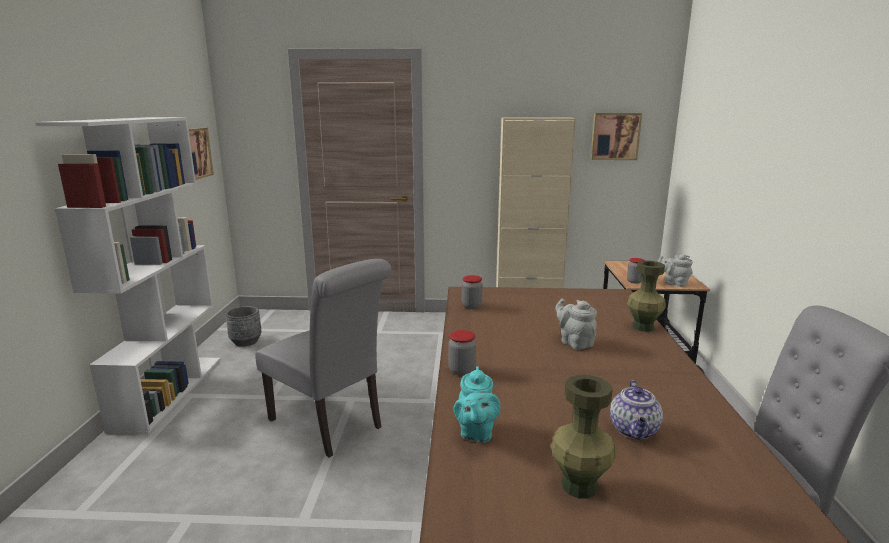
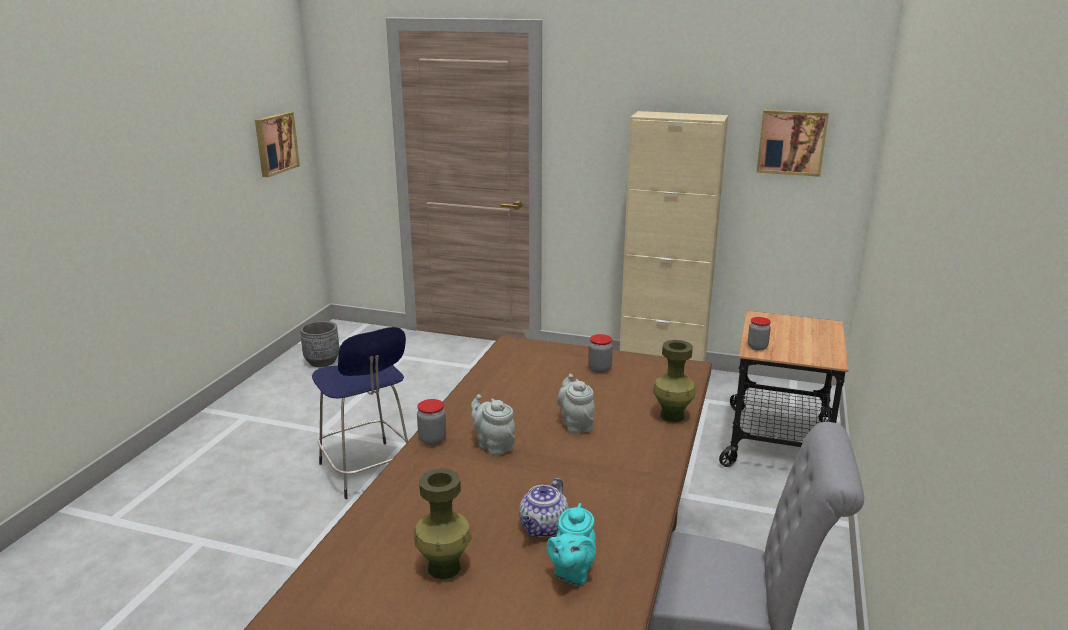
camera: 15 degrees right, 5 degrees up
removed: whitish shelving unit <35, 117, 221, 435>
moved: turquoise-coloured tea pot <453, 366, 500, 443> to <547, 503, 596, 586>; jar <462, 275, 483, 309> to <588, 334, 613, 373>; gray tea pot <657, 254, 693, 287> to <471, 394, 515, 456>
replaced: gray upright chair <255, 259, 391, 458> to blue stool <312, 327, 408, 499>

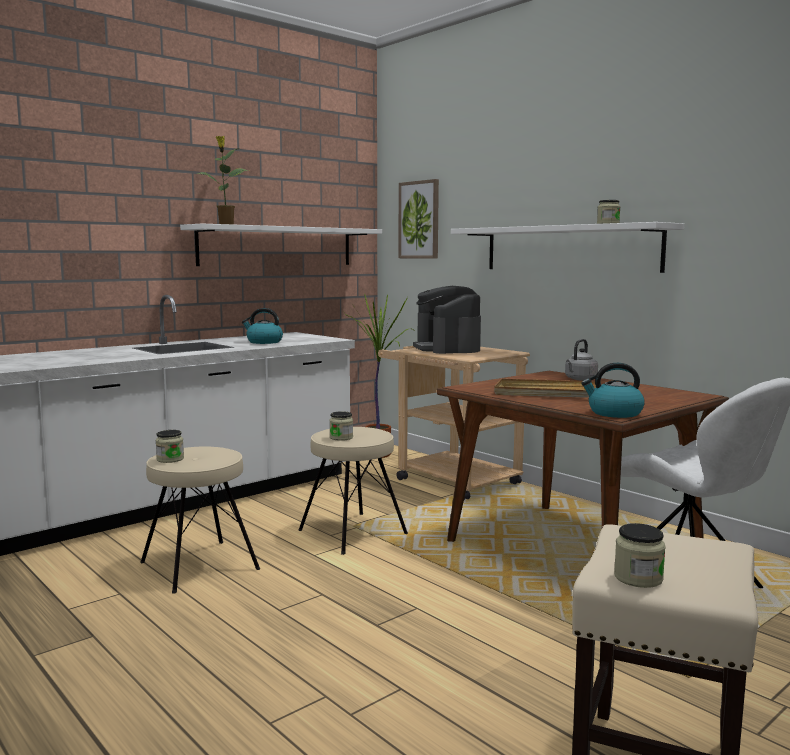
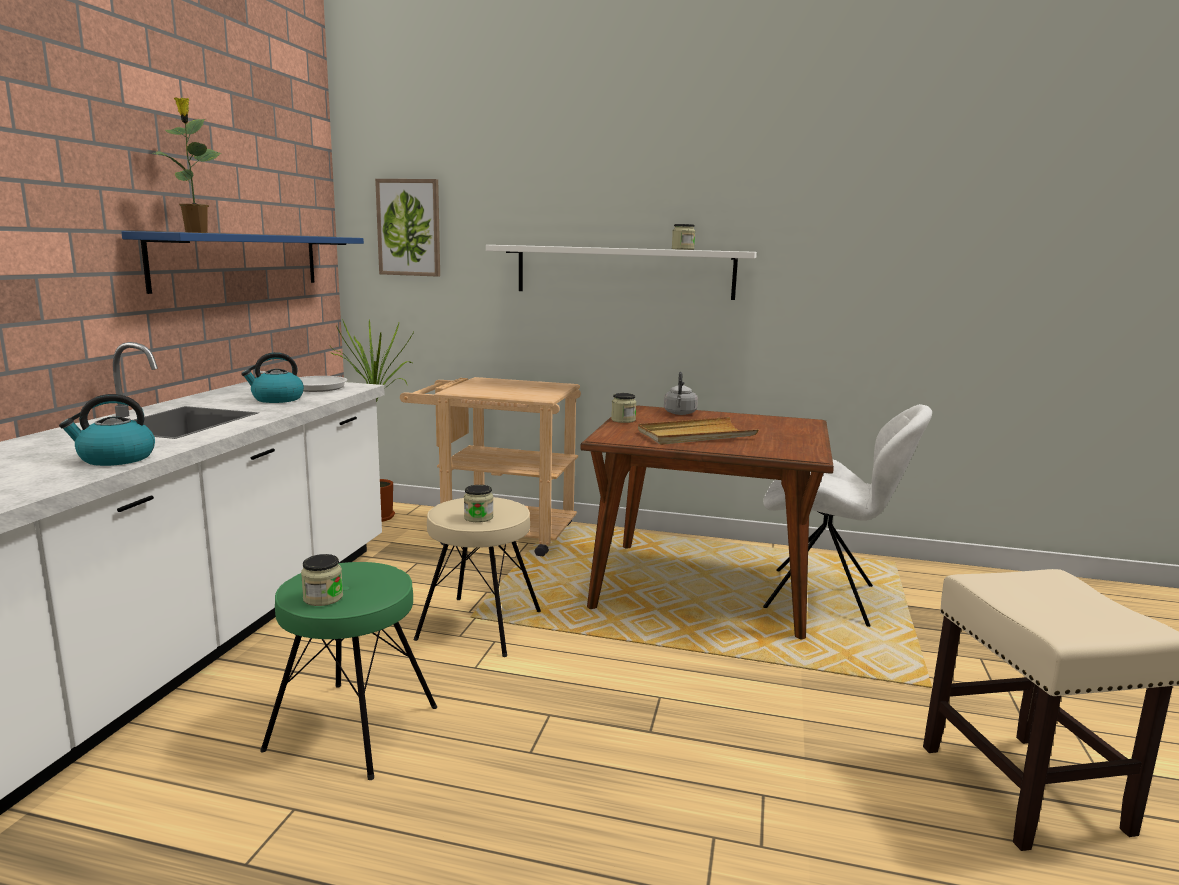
camera: 35 degrees left, 5 degrees up
removed: coffee brewer <413, 286, 481, 354>
added: frying pan <260, 371, 347, 392>
moved: water kettle <581, 363, 645, 418> to <59, 394, 155, 466>; jar <614, 523, 666, 588> to <611, 393, 636, 423>
recoloured: beige stool <140, 447, 260, 594> to green-coloured stool <260, 562, 437, 780>; whitish wall shelf <180, 223, 382, 266> to blue wall shelf <121, 231, 364, 294>

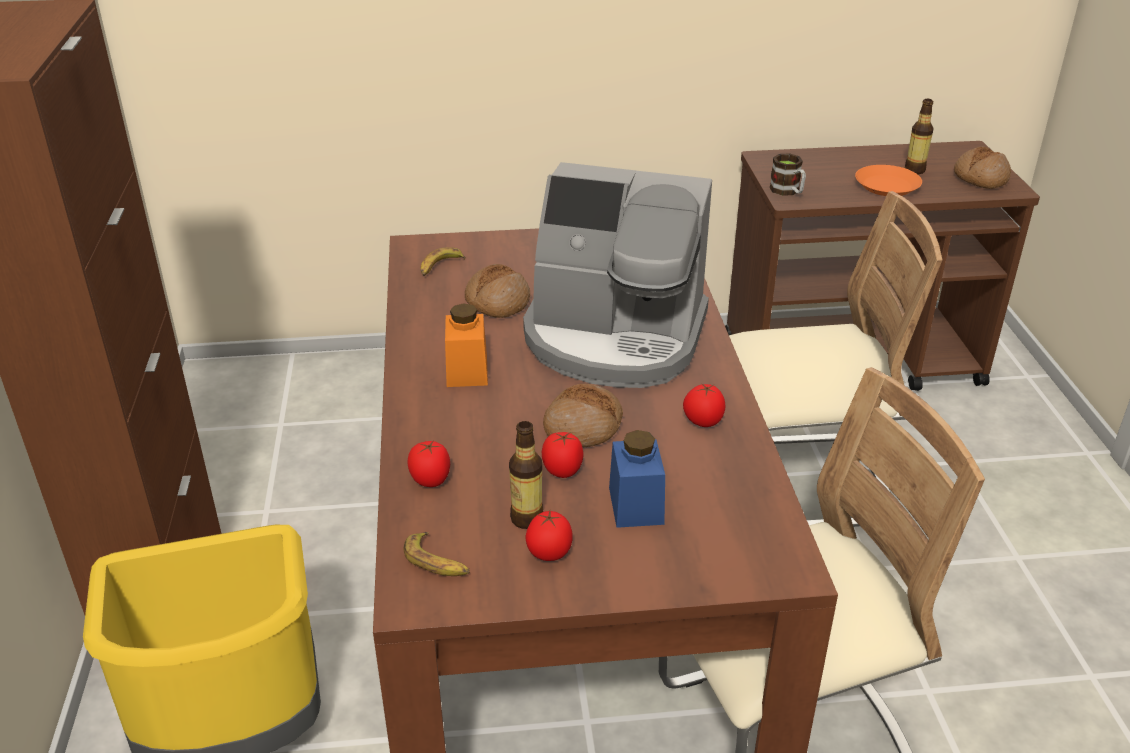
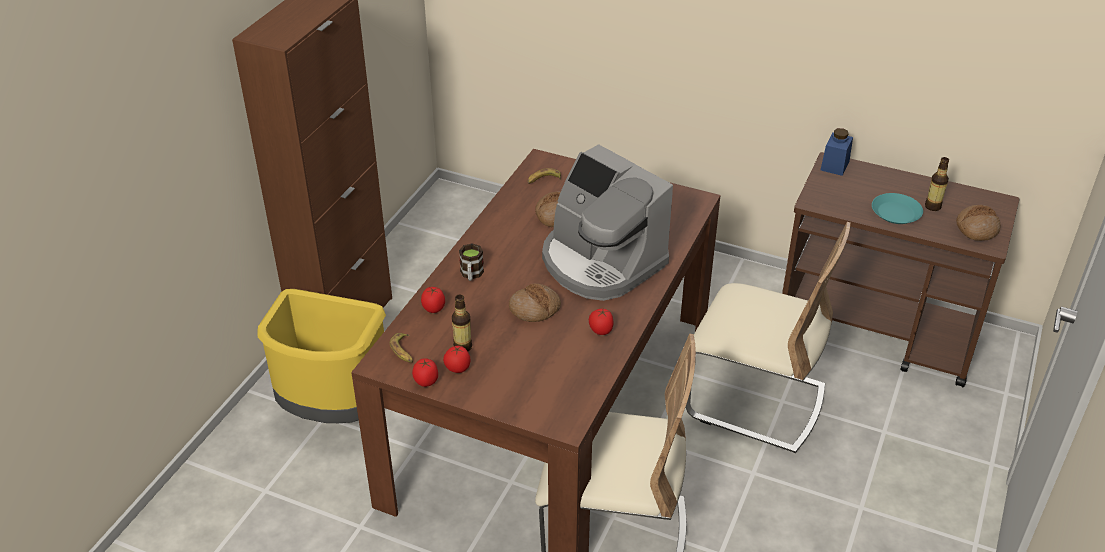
camera: 30 degrees right, 5 degrees up
removed: orange jar <445, 303, 488, 387>
moved: tomato <542, 432, 583, 478> to <412, 358, 438, 387>; blue jar <609, 430, 665, 528> to <821, 128, 853, 176>; tea mug <770, 153, 806, 196> to <459, 243, 484, 281>
recoloured: orange flat dish <855, 165, 922, 196> to turquoise-coloured flat dish <872, 193, 923, 224>

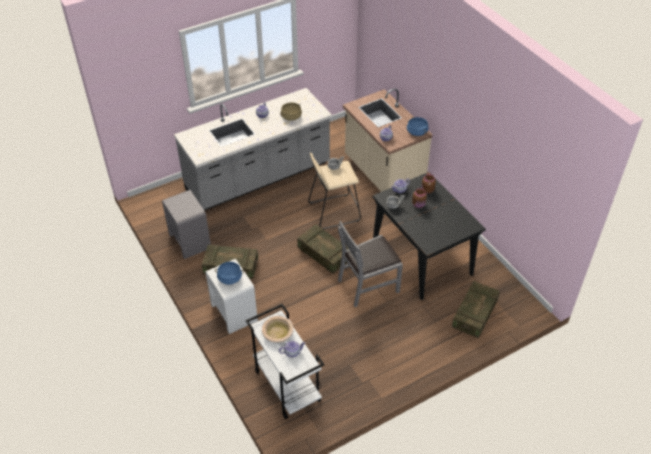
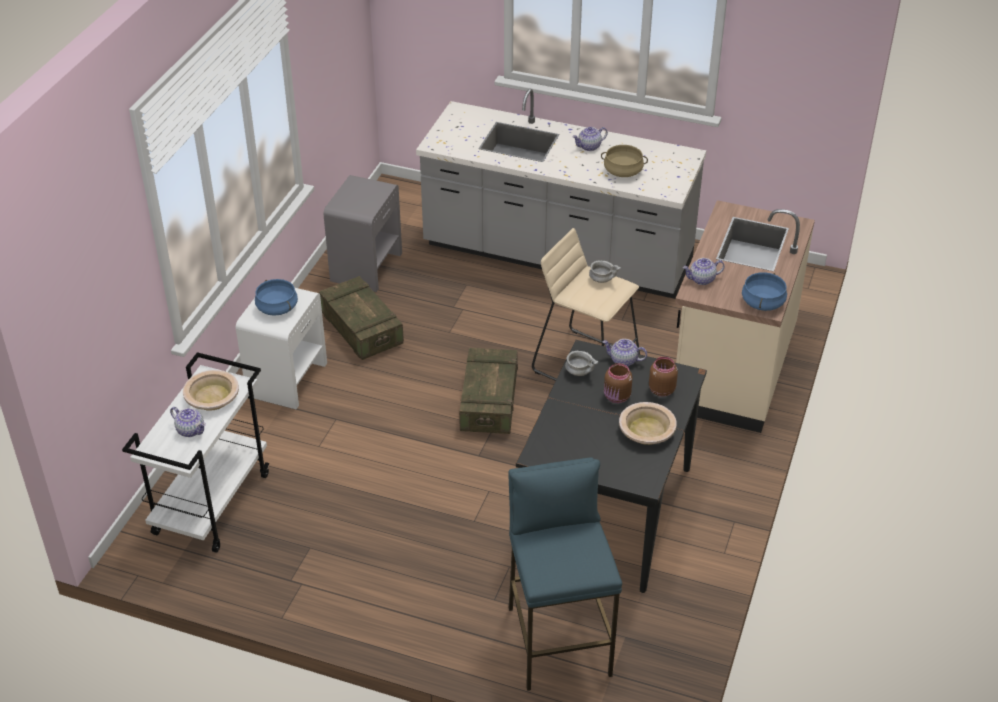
camera: 50 degrees right, 5 degrees down
removed: gray upright chair <338, 221, 403, 307>
added: beige serving bowl <619, 402, 677, 445>
replaced: shipping crate <452, 281, 500, 338> to blue stool <508, 457, 622, 691>

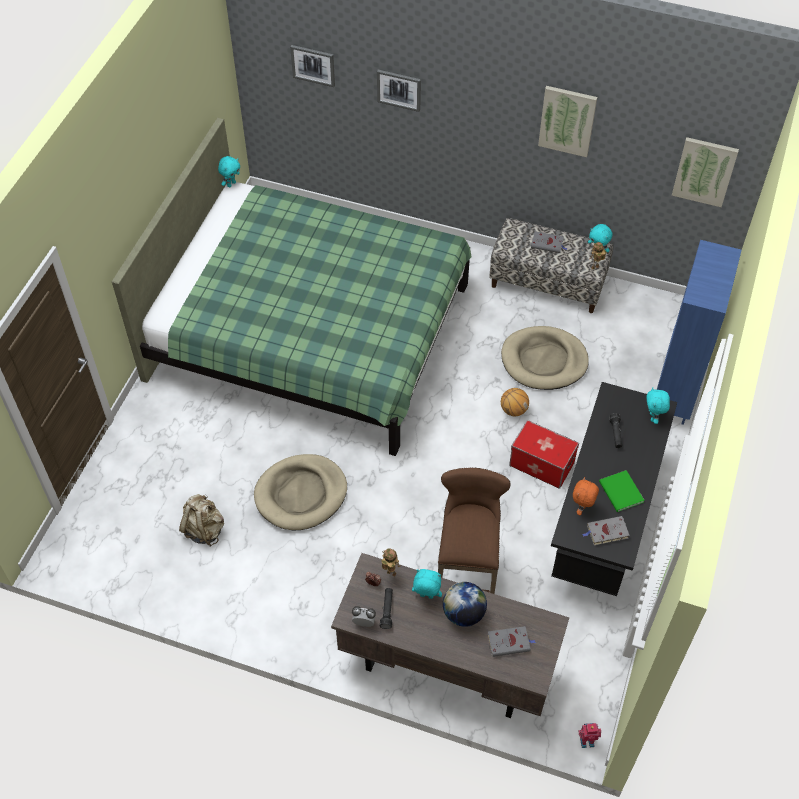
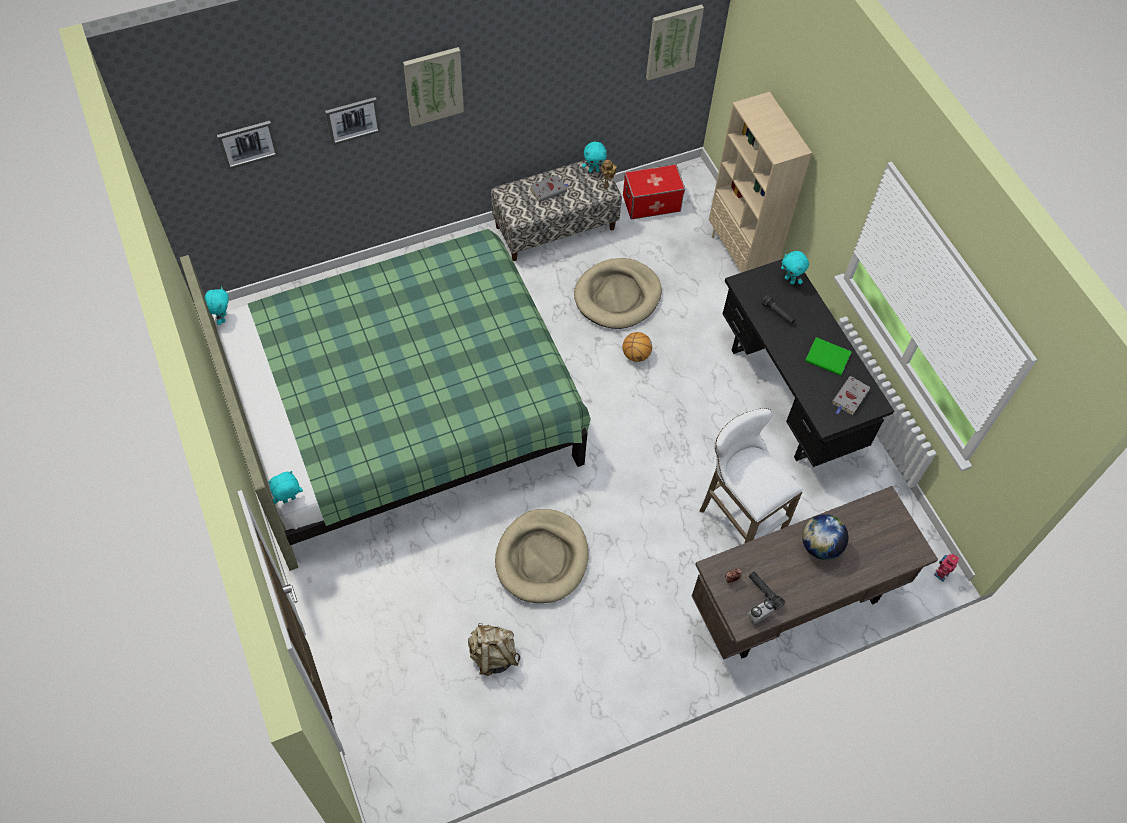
camera: 45 degrees left, 5 degrees up
removed: toy robot <382, 548, 401, 576>; gray bound book <488, 626, 536, 657>; orange cuddly toy <573, 477, 599, 515>
moved: turquoise-coloured cuddly toy <412, 569, 442, 599> to <268, 471, 303, 504>; storage box <509, 420, 579, 489> to <623, 164, 685, 219>; wall art <538, 86, 597, 157> to <403, 47, 464, 127>
recoloured: brown stool <438, 468, 510, 594> to whitish stool <700, 408, 803, 543>; blue shelving unit <657, 240, 741, 425> to beige shelving unit <709, 92, 812, 273>

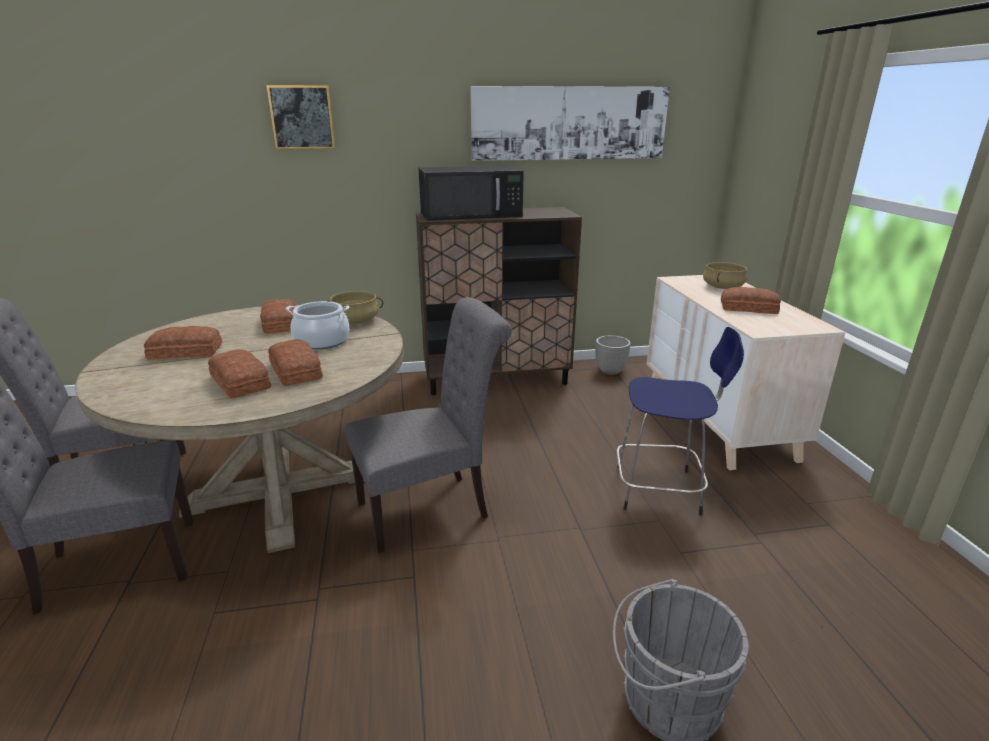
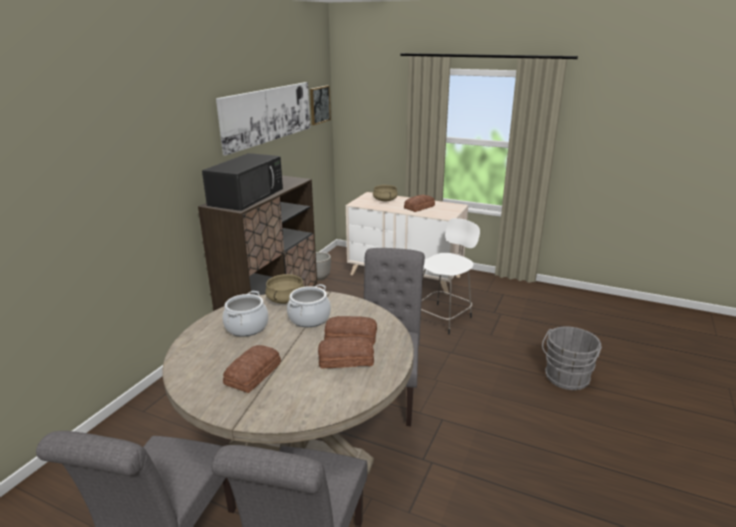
camera: 55 degrees left, 0 degrees up
moved: wall art <266, 85, 335, 149> to <310, 85, 331, 125>
replaced: bread <260, 299, 296, 334> to stockpot <222, 291, 269, 336>
recoloured: blue stool <616, 327, 744, 515> to whitish stool <421, 218, 480, 334>

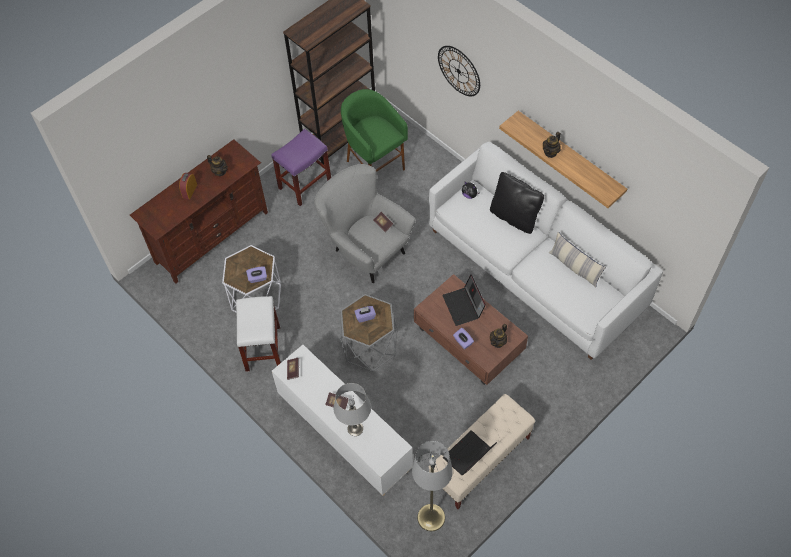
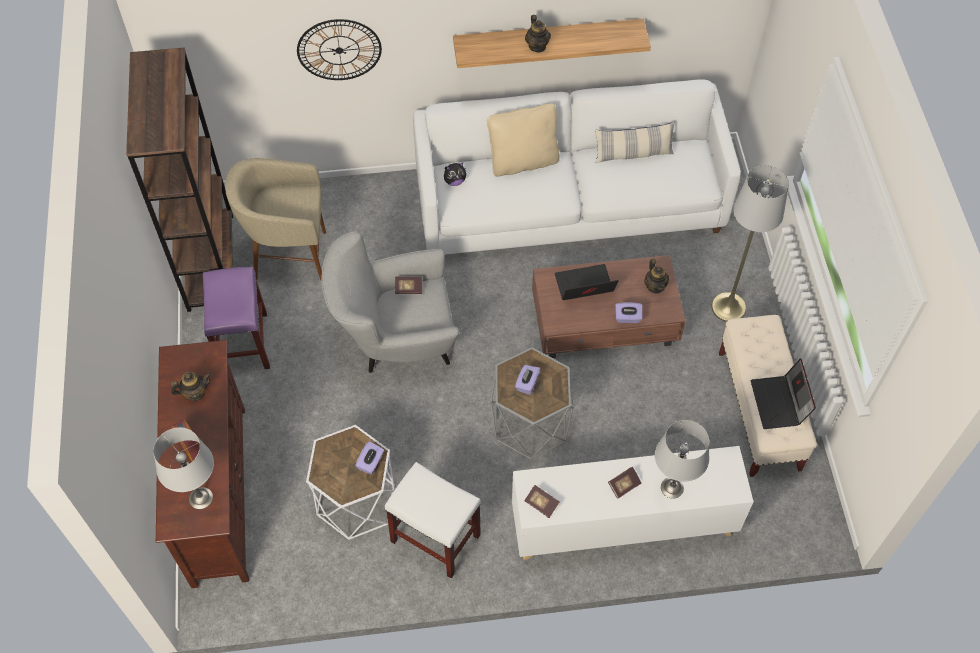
camera: 55 degrees left, 0 degrees up
added: gray lamp for a table <153, 427, 214, 509>
moved: gray standing lamp <412, 441, 453, 531> to <711, 165, 789, 322>
recoloured: green-coloured stool <341, 89, 408, 172> to beige stool <225, 158, 326, 280>; black cushion <490, 172, 544, 234> to beige cushion <487, 103, 560, 177>
turned: laptop <442, 274, 486, 326> = <555, 264, 619, 300> 150 degrees clockwise

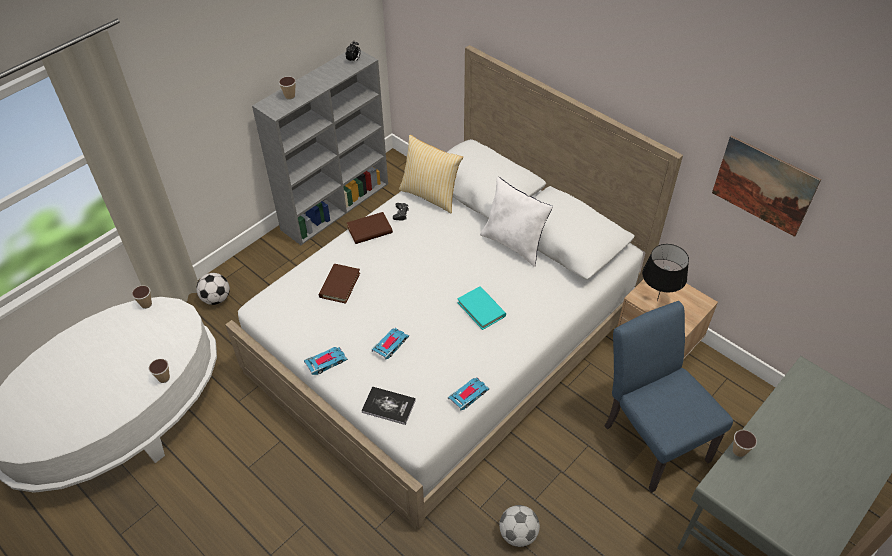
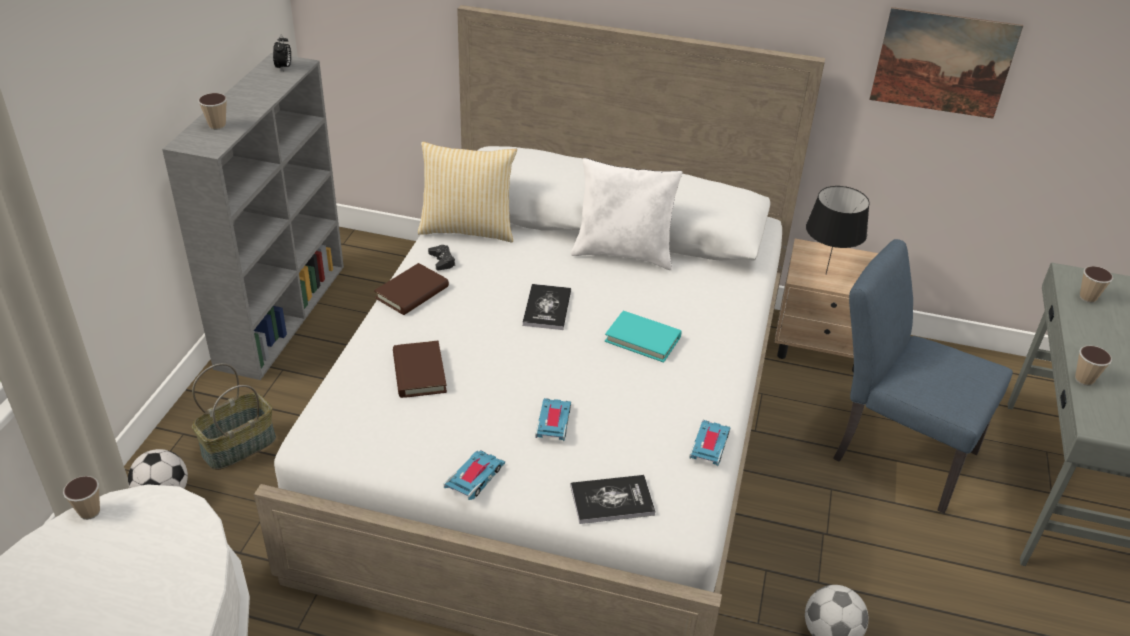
camera: 30 degrees left, 10 degrees down
added: storage basket <192, 363, 276, 470>; bound book <523, 284, 571, 330>
moved: cup <148, 359, 170, 383> to <1080, 266, 1113, 303>

